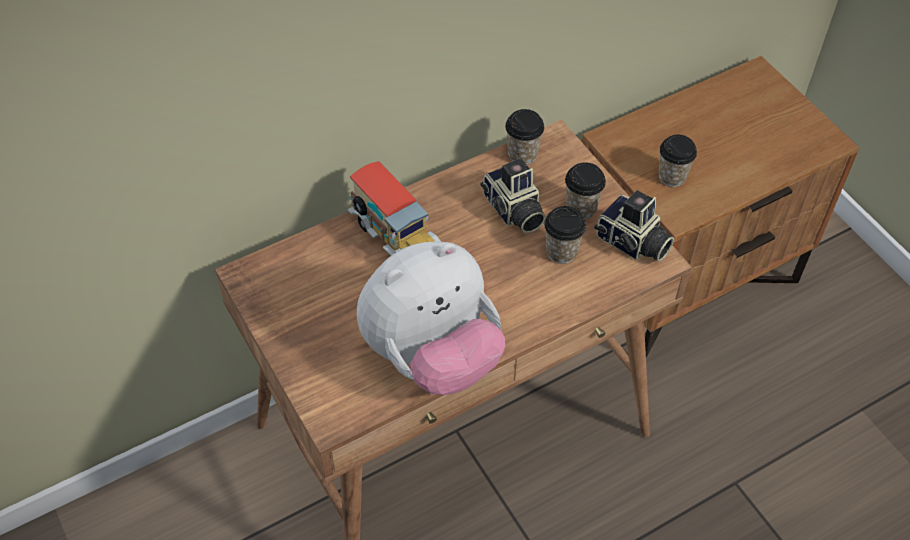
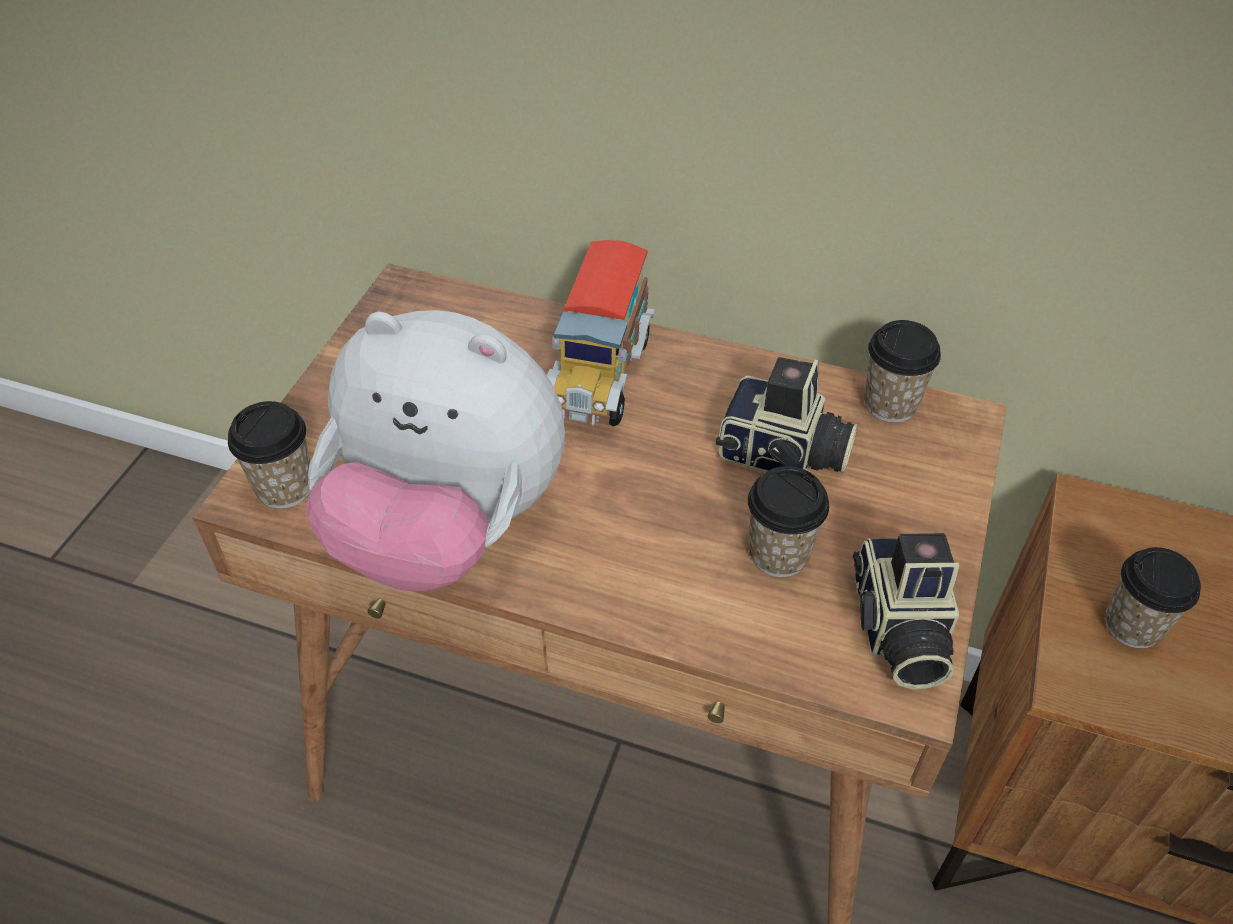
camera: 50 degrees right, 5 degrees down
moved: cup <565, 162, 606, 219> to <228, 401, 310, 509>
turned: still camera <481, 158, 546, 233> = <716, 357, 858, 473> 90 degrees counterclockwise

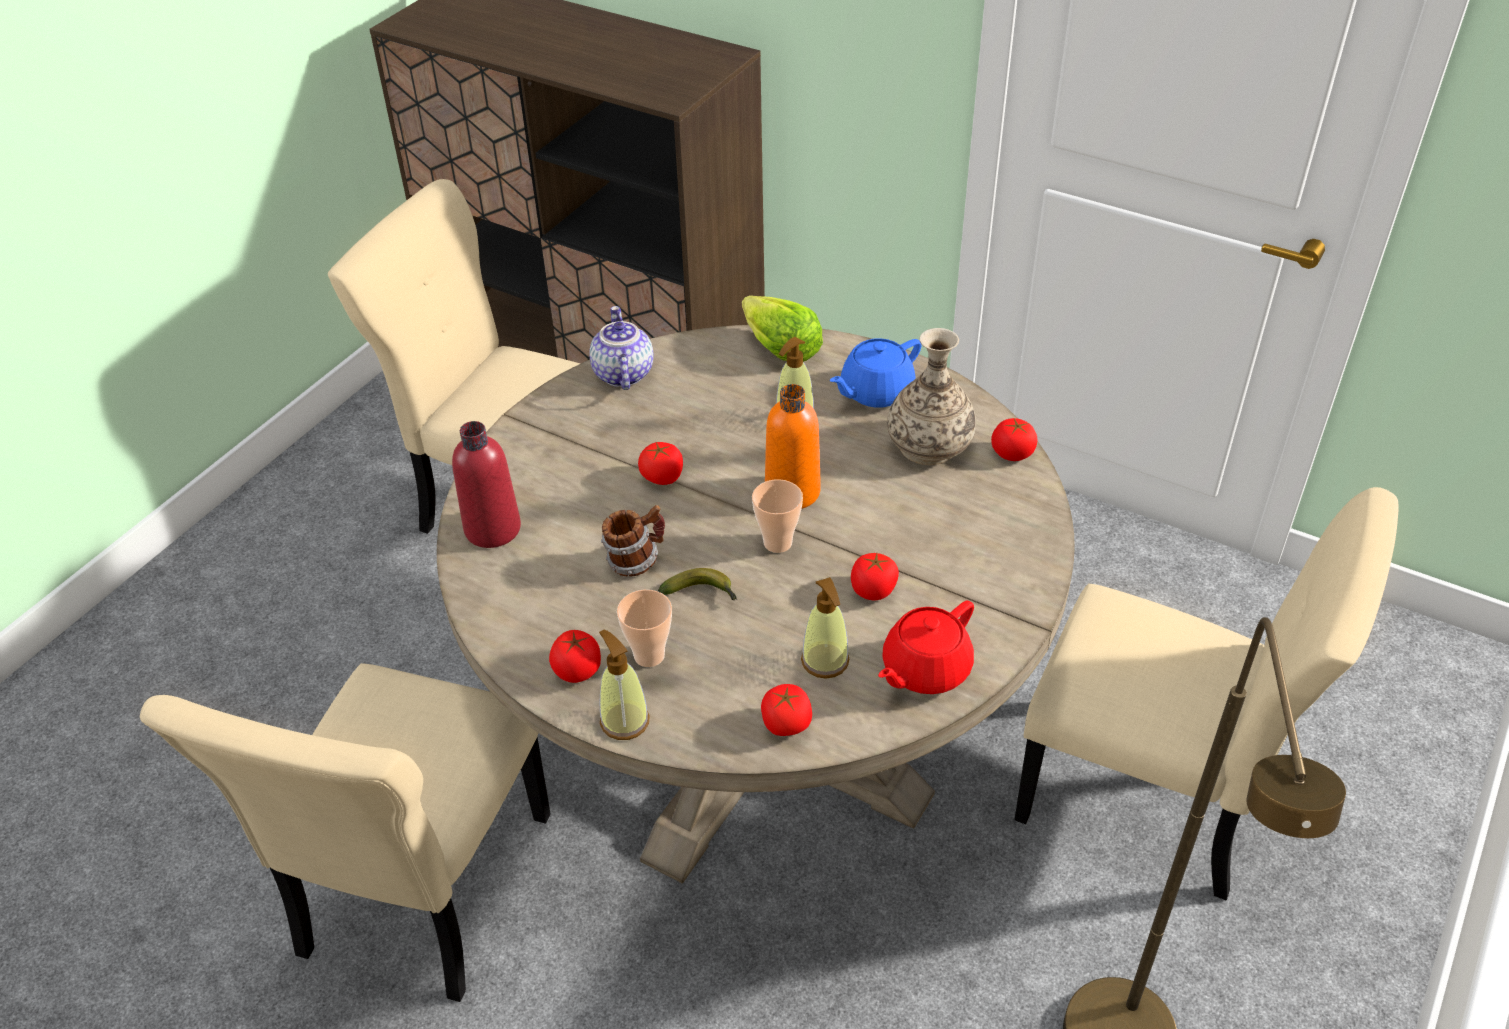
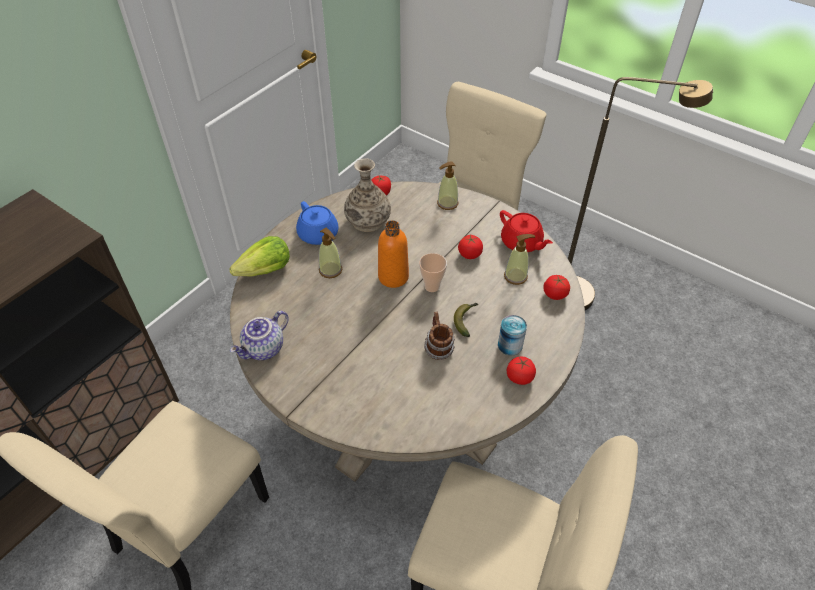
camera: 85 degrees left, 5 degrees up
removed: red bottle <452, 421, 521, 548>; tomato <638, 442, 683, 485>
moved: soap dispenser <599, 630, 650, 740> to <437, 161, 458, 210>
replaced: cup <617, 590, 672, 667> to sealed can <498, 315, 527, 355>
turned: tea pot <589, 306, 653, 390> = <230, 311, 289, 360> 45 degrees counterclockwise

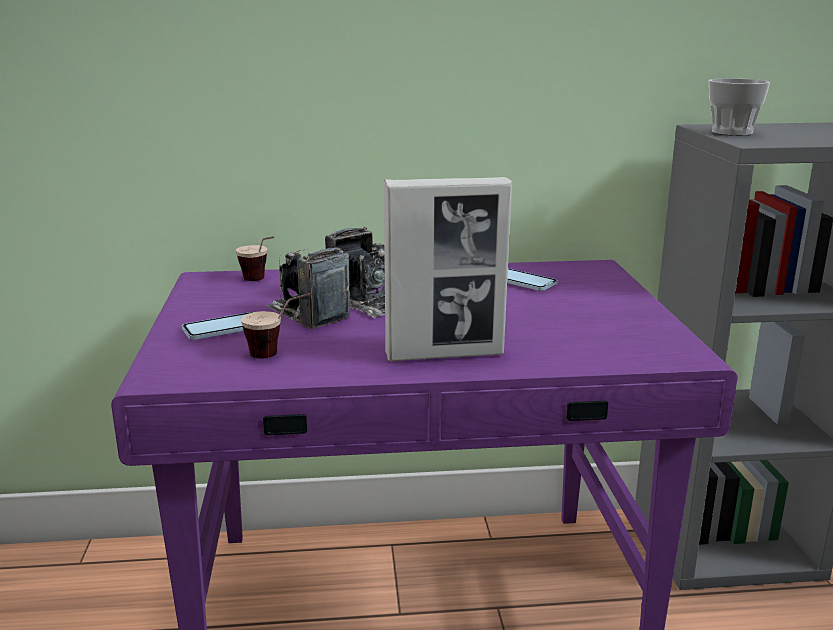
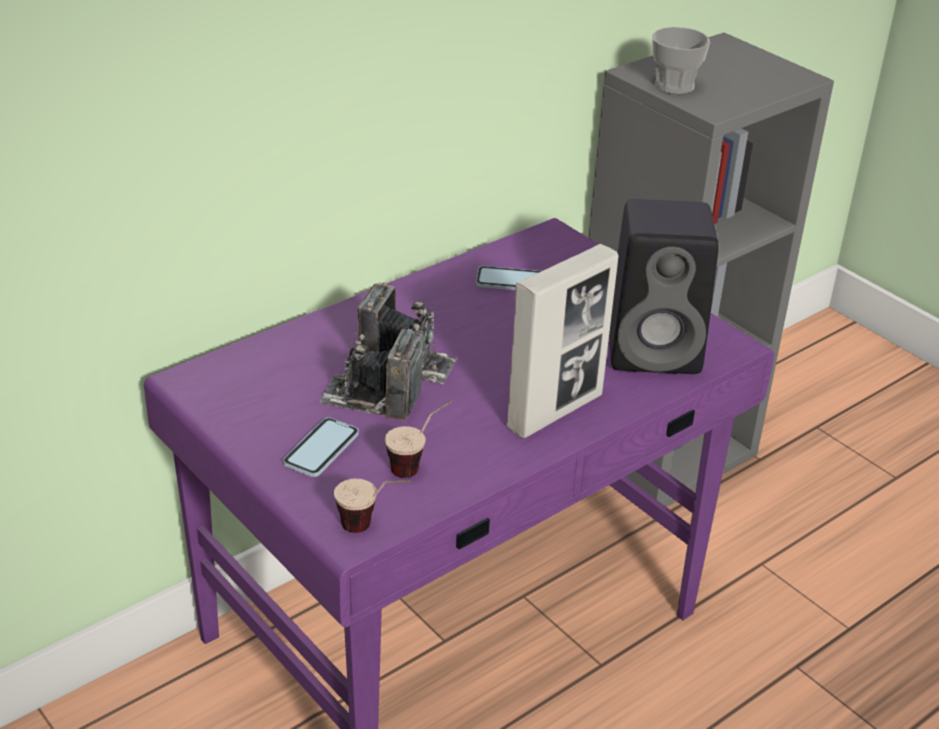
camera: 35 degrees left, 15 degrees up
added: black speaker <609, 199, 719, 374>
moved: cup <236, 236, 274, 281> to <334, 479, 411, 533>

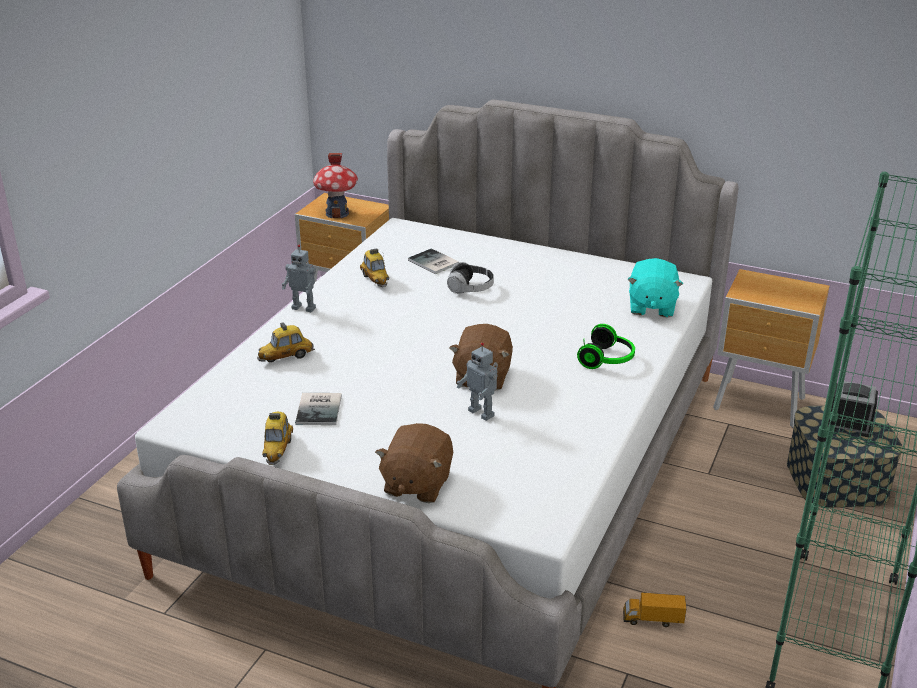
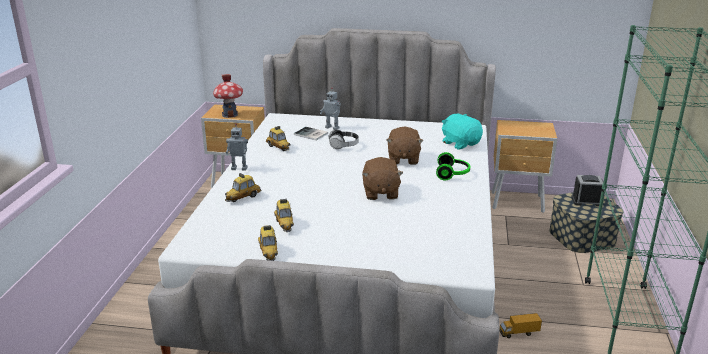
camera: 15 degrees left, 5 degrees down
moved: brown cuddly toy <375, 423, 453, 503> to <387, 126, 423, 165>; toy robot <456, 342, 498, 421> to <320, 88, 341, 130>
replaced: bound book <295, 393, 342, 425> to model car <274, 199, 294, 232>
turned: turquoise-coloured cuddly toy <627, 258, 683, 318> = <442, 114, 483, 150> 150 degrees clockwise

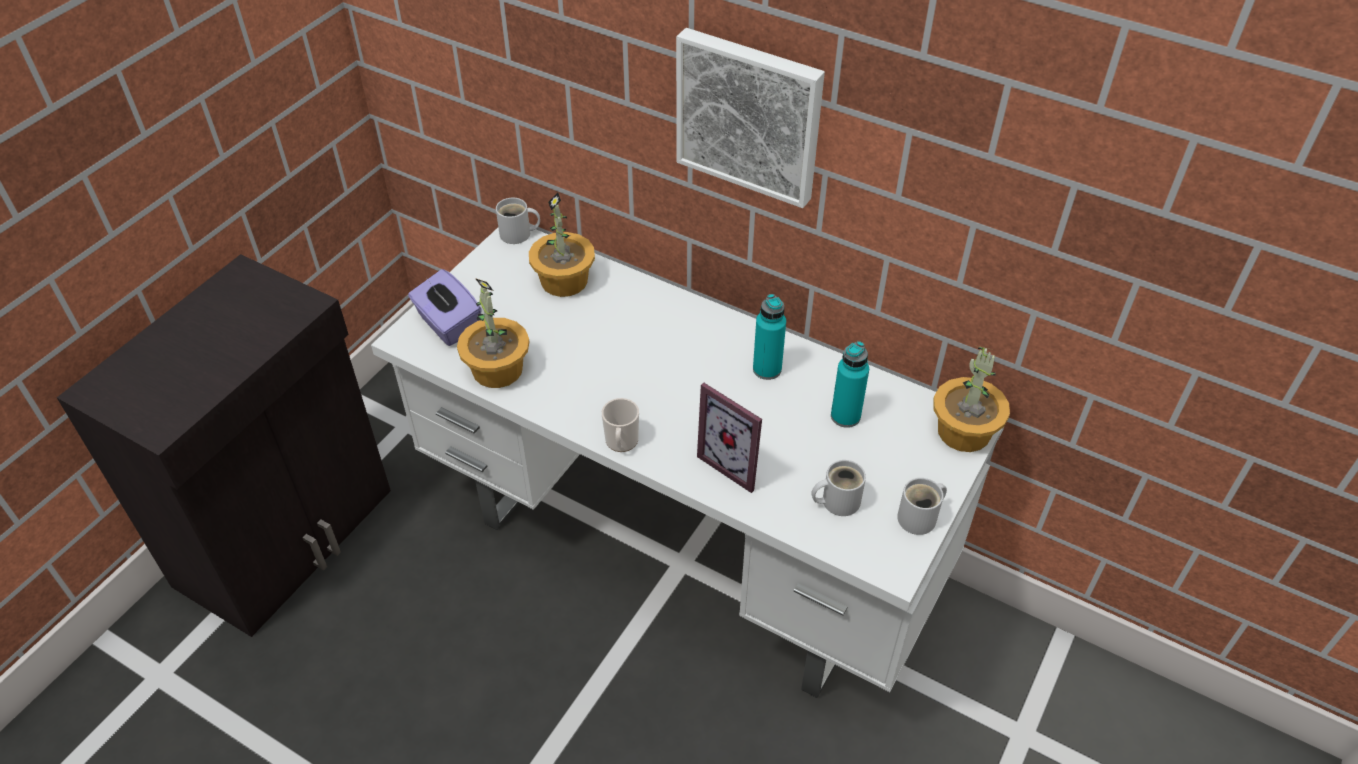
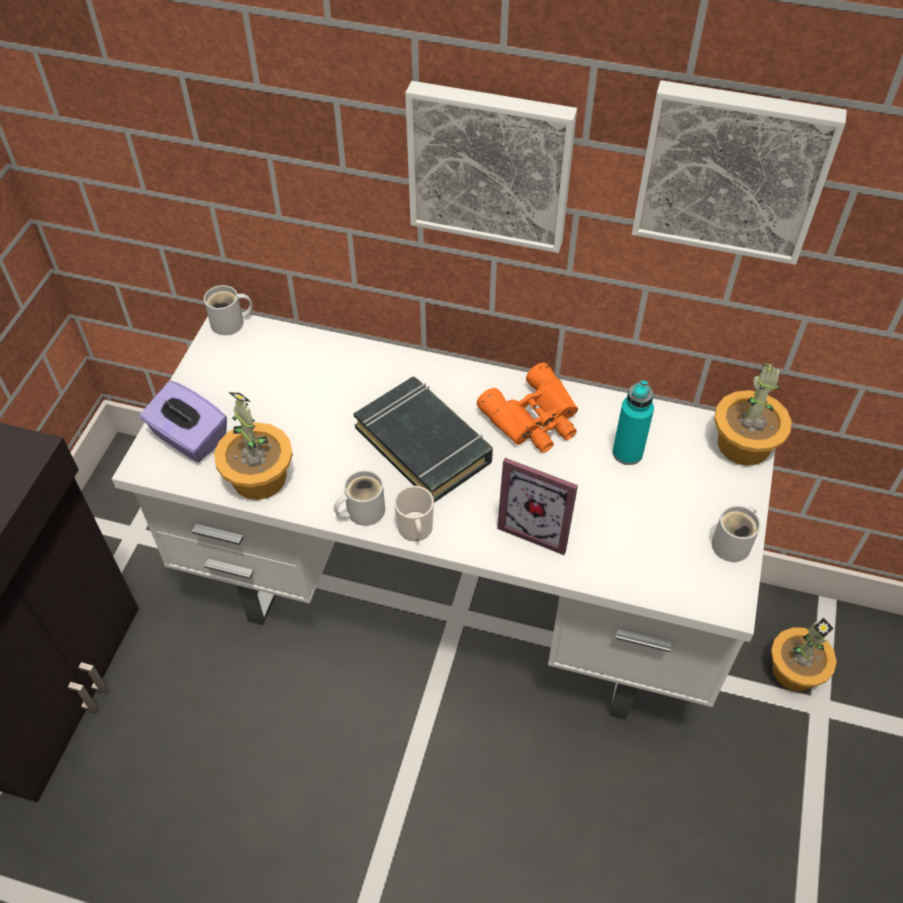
camera: 15 degrees left, 5 degrees up
added: black bound book <354, 377, 493, 503>; wall art <632, 80, 847, 265>
moved: potted plant <529, 192, 595, 297> to <771, 618, 837, 691>; whitish tea mug <811, 460, 866, 516> to <334, 470, 385, 526>
replaced: turquoise-coloured bottle <753, 294, 786, 380> to orange binoculars <477, 363, 578, 453>

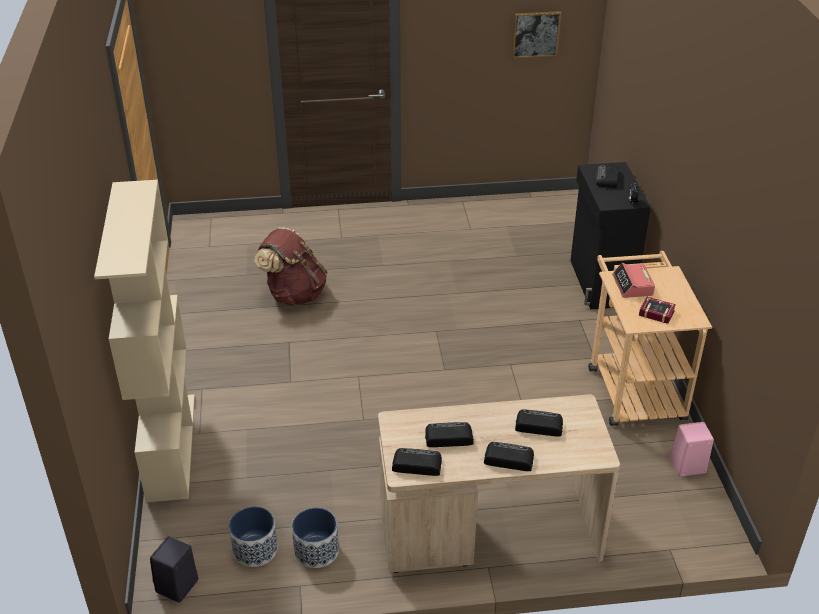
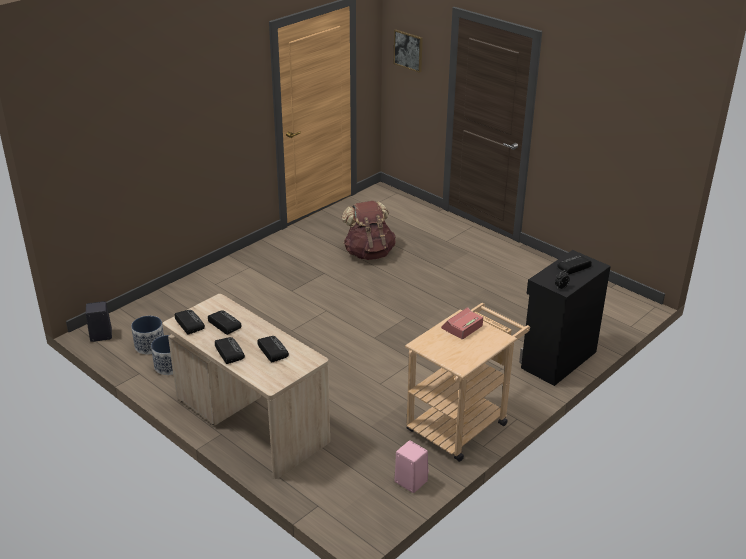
camera: 50 degrees right, 5 degrees down
removed: beige shelving unit <94, 180, 195, 503>; bound book <639, 296, 676, 324>
moved: wall art <512, 11, 561, 58> to <394, 30, 423, 73>

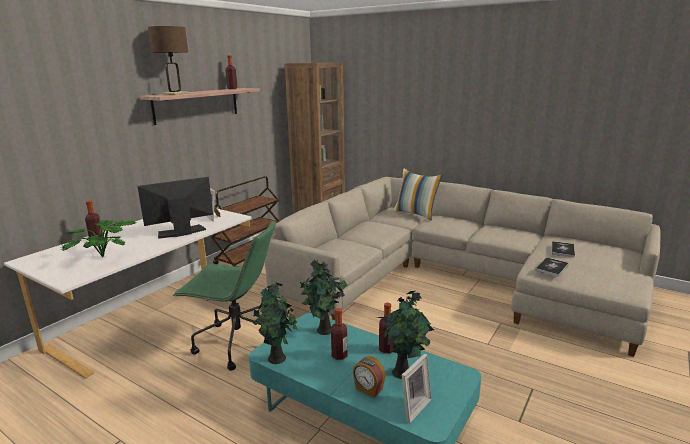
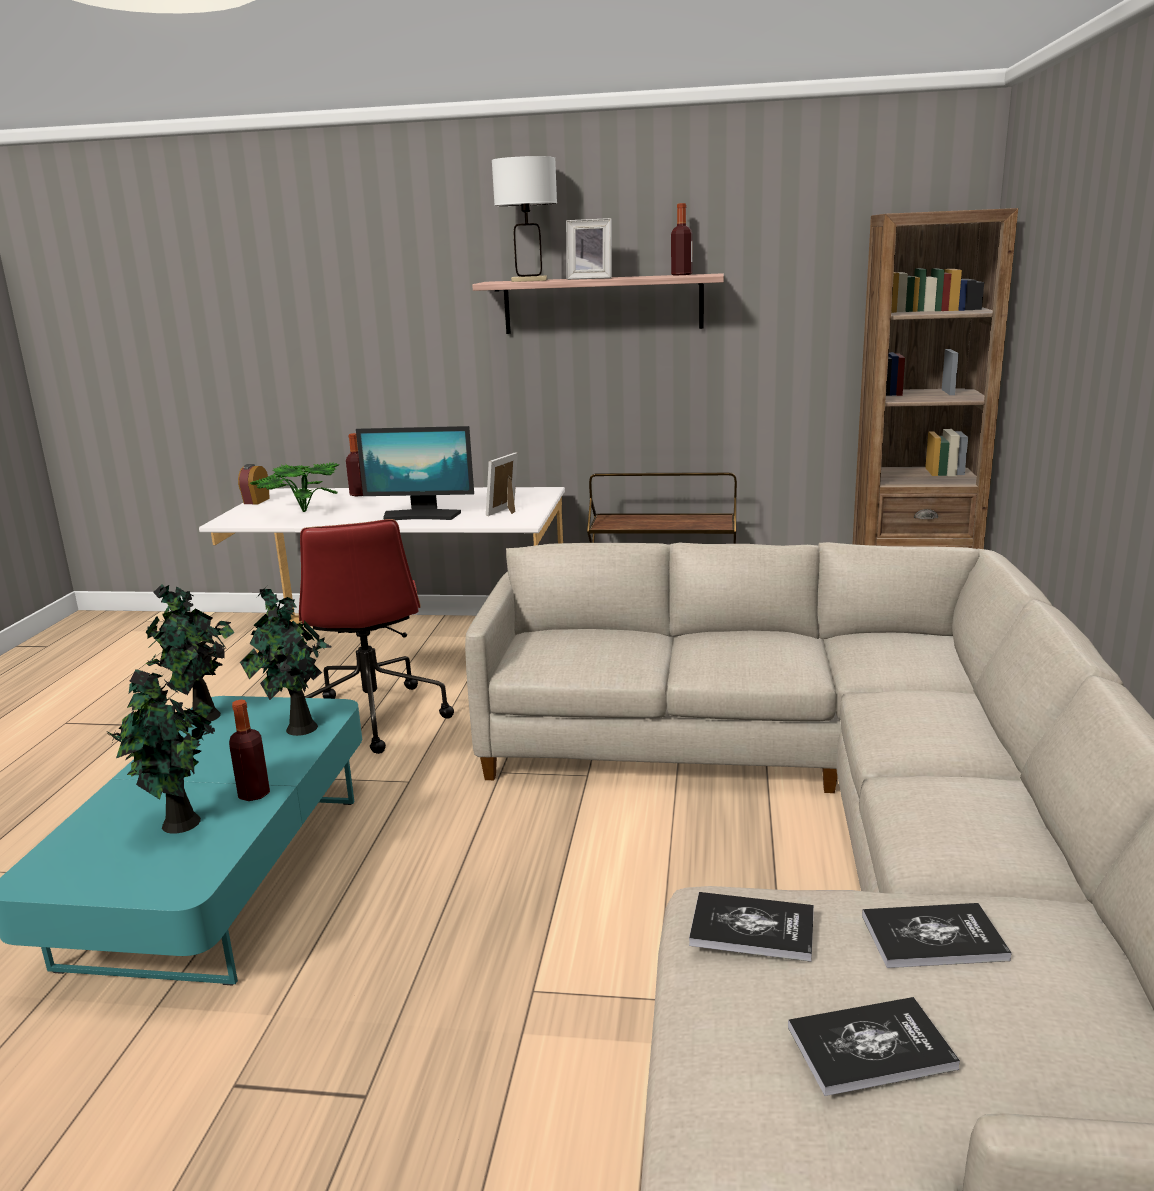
camera: 65 degrees right, 0 degrees up
removed: bottle <331, 308, 347, 360>; cushion <393, 168, 443, 220>
added: bound book <788, 997, 960, 1096>
moved: alarm clock <353, 356, 386, 398> to <238, 464, 270, 504>; photo frame <402, 354, 432, 423> to <566, 218, 612, 280>
recoloured: brown lamp for a table <148, 26, 188, 95> to whitish lamp for a table <492, 156, 557, 282>; green-coloured desk chair <173, 220, 276, 371> to red desk chair <299, 519, 454, 754>
turned: computer screen <137, 177, 213, 239> = <356, 426, 474, 520> 150 degrees clockwise

